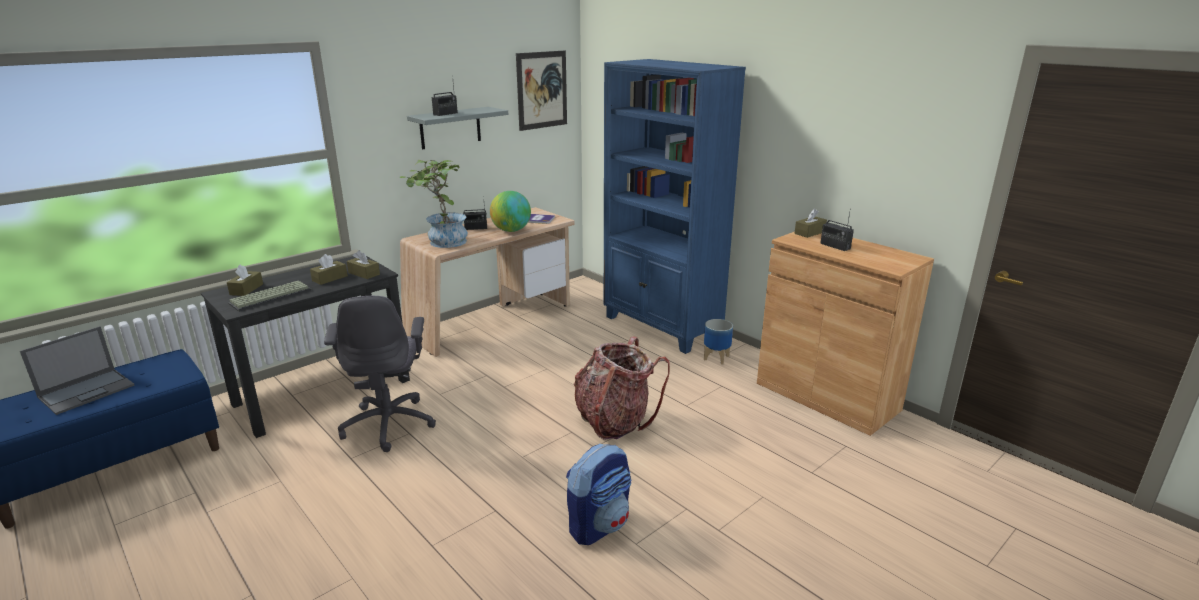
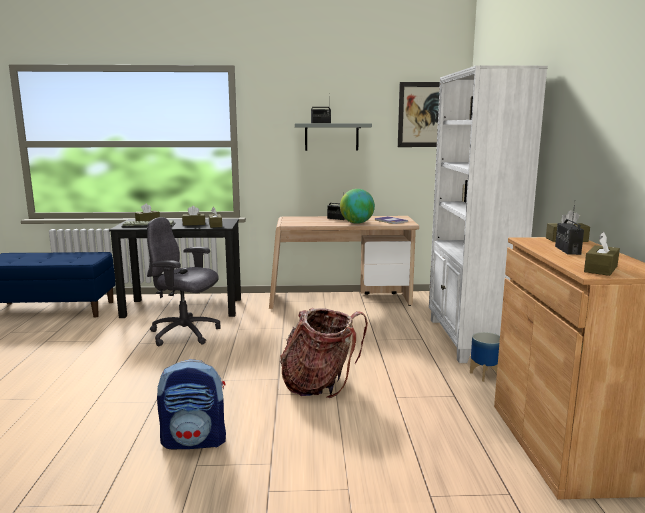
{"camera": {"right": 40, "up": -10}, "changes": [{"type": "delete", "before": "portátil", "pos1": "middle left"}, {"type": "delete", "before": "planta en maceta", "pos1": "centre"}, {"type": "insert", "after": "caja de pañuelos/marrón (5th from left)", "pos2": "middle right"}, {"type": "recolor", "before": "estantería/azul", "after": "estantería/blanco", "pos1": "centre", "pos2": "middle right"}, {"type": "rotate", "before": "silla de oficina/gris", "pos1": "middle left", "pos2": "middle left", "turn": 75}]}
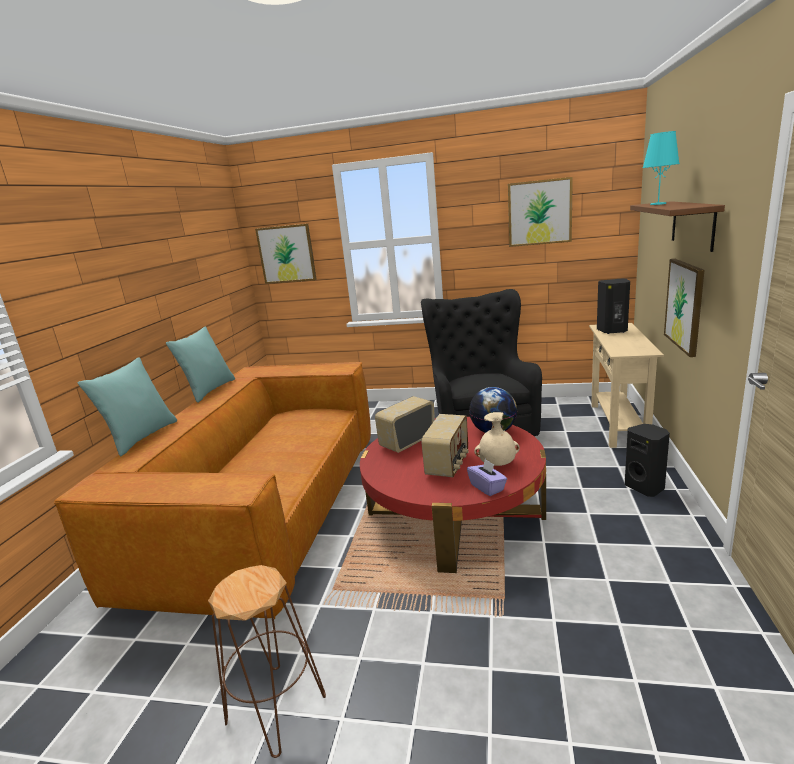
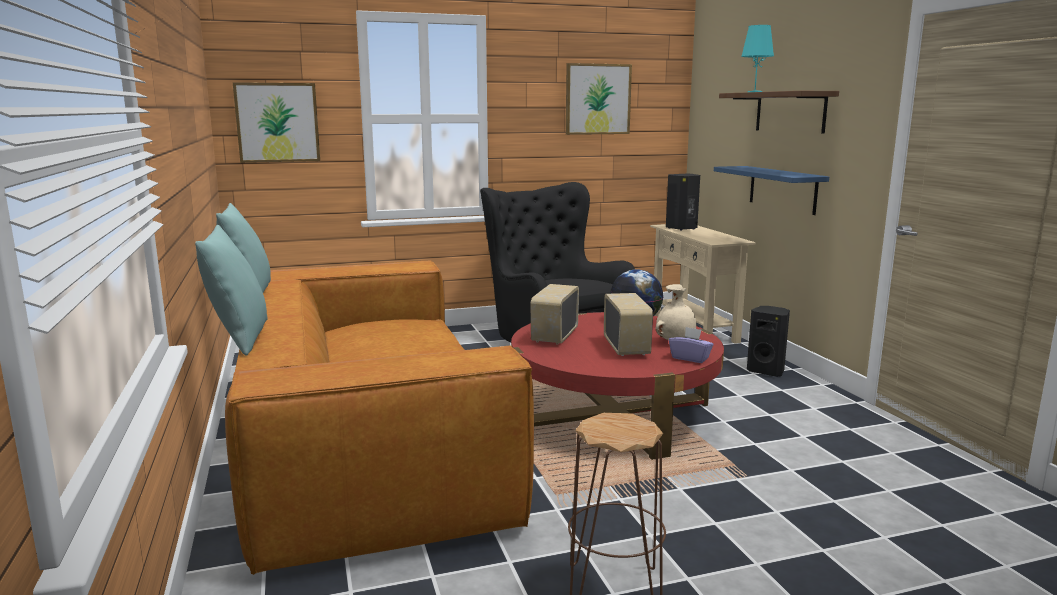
{"camera": {"right": -30, "up": -5}, "changes": [{"type": "replace", "before": "cuadro (3rd from left)", "after": "estante/azul", "pos1": "middle right", "pos2": "top right"}]}
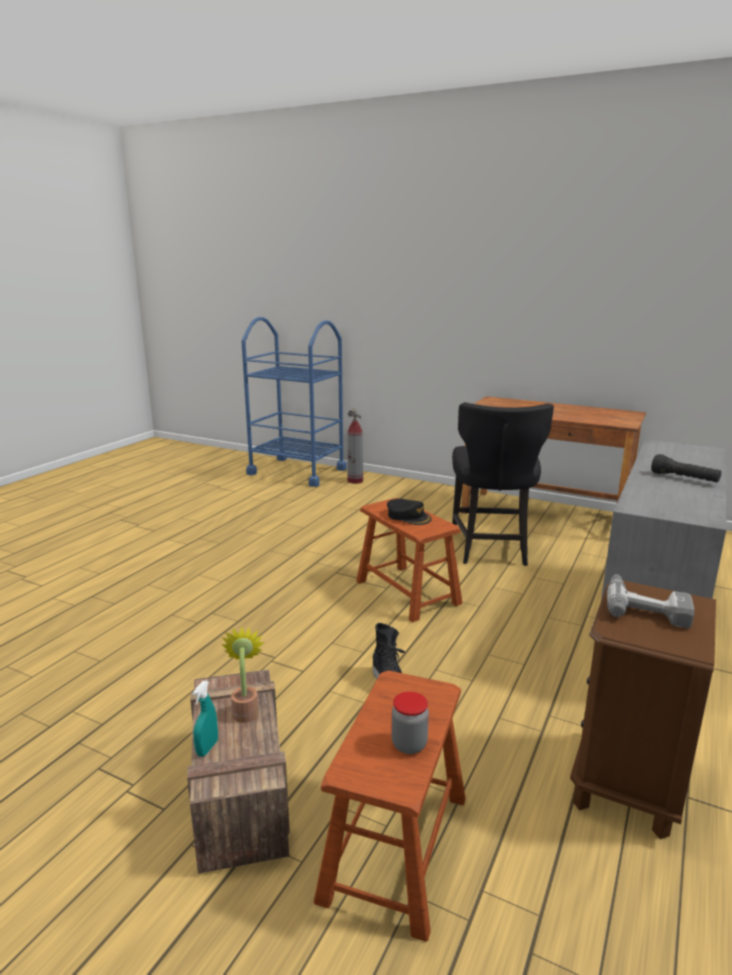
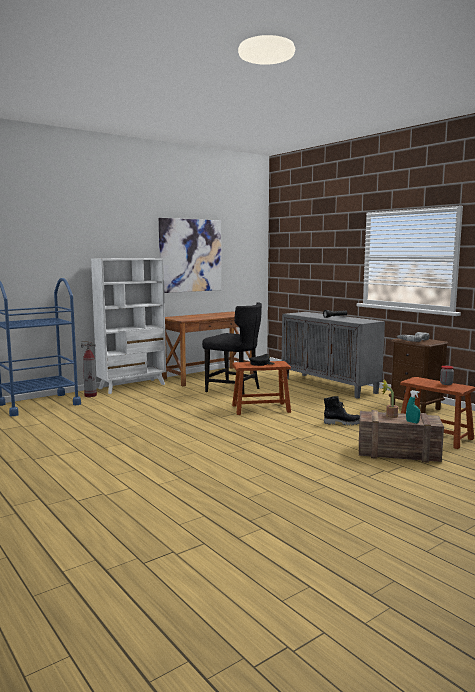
{"camera": {"right": -65, "up": -10}, "changes": [{"type": "insert", "after": "estantería/blanco", "pos2": "middle left"}, {"type": "insert", "after": "cuadro", "pos2": "centre"}]}
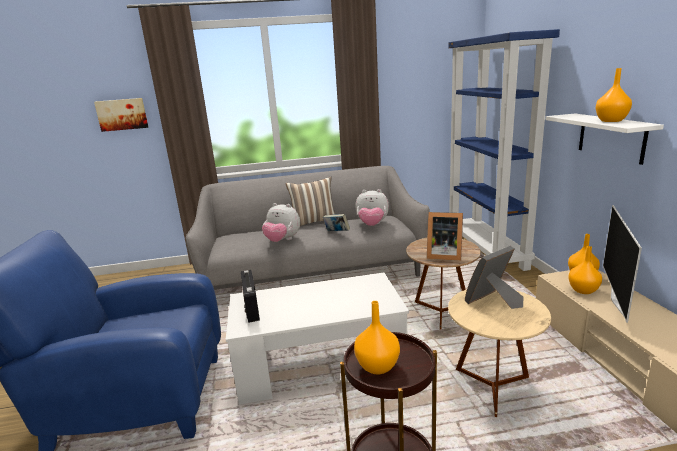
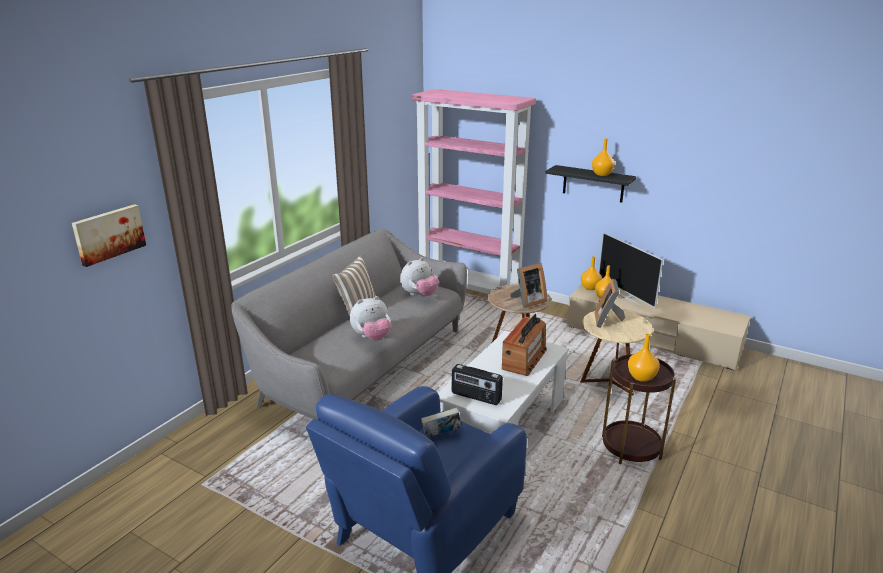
{"camera": {"right": -50, "up": 5}, "changes": [{"type": "insert", "after": "radio (2nd from left)", "pos2": "centre"}, {"type": "move", "before": "libro", "pos1": "centre", "pos2": "bottom centre"}, {"type": "recolor", "before": "estantería/azul", "after": "estantería/rosa", "pos1": "top right", "pos2": "centre"}, {"type": "recolor", "before": "estante/blanco", "after": "estante/negro", "pos1": "top right", "pos2": "top right"}]}
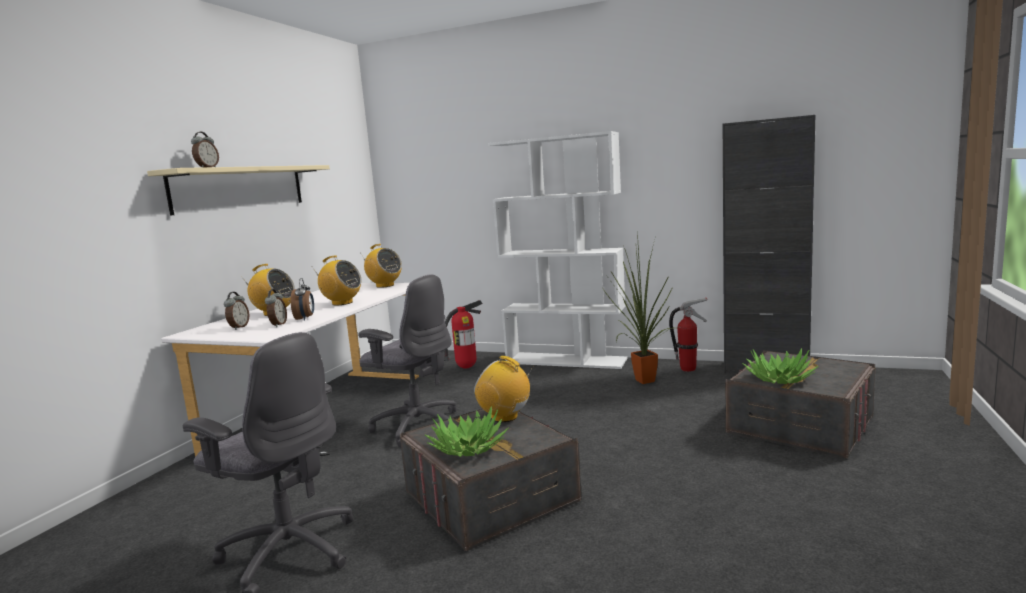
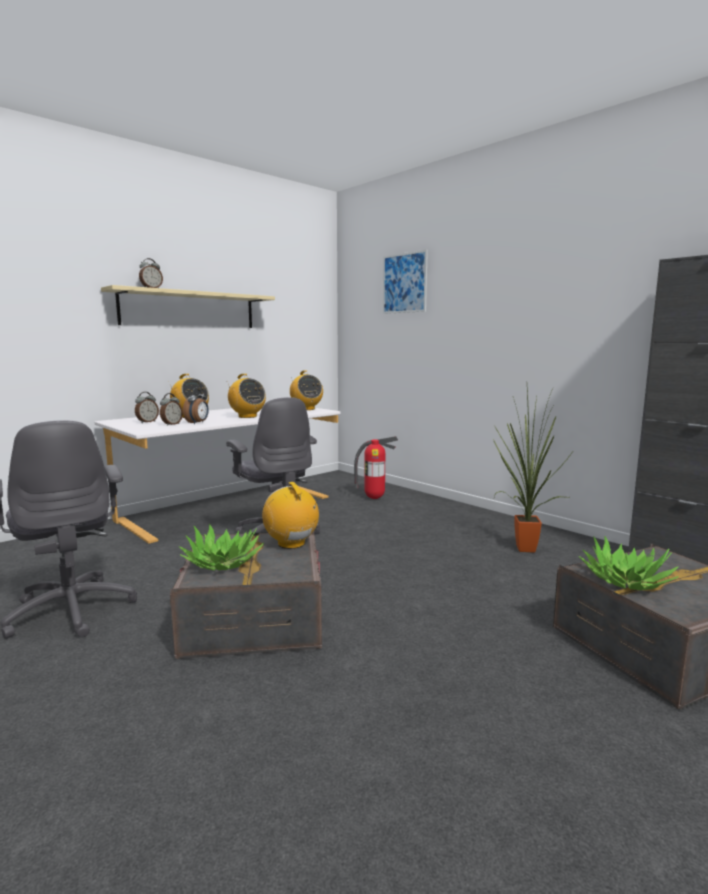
{"camera": {"right": 25, "up": 0}, "changes": [{"type": "delete", "before": "estantería/blanco", "pos1": "centre"}, {"type": "delete", "before": "extintor (2nd from left)", "pos1": "middle right"}, {"type": "insert", "after": "cuadro", "pos2": "top centre"}]}
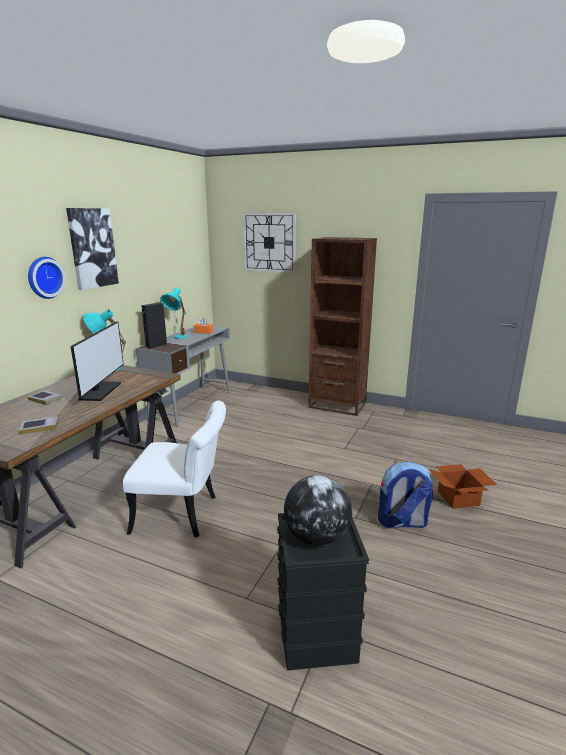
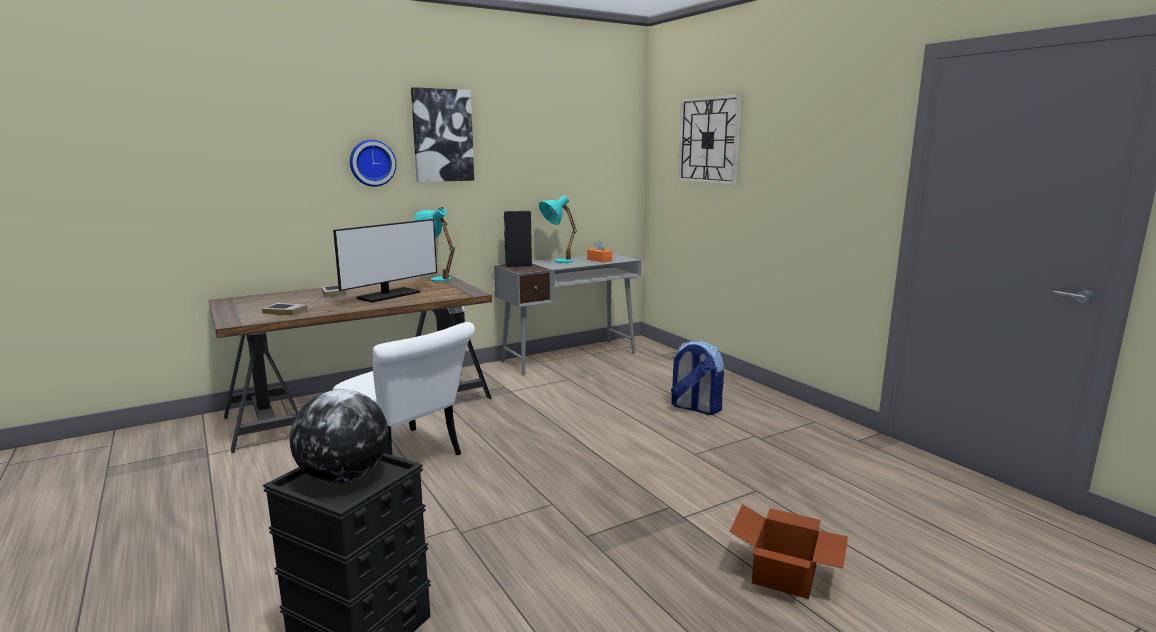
{"camera": {"right": 35, "up": -5}, "changes": [{"type": "delete", "before": "estantería/marrón", "pos1": "centre"}, {"type": "move", "before": "mochila", "pos1": "middle right", "pos2": "centre"}]}
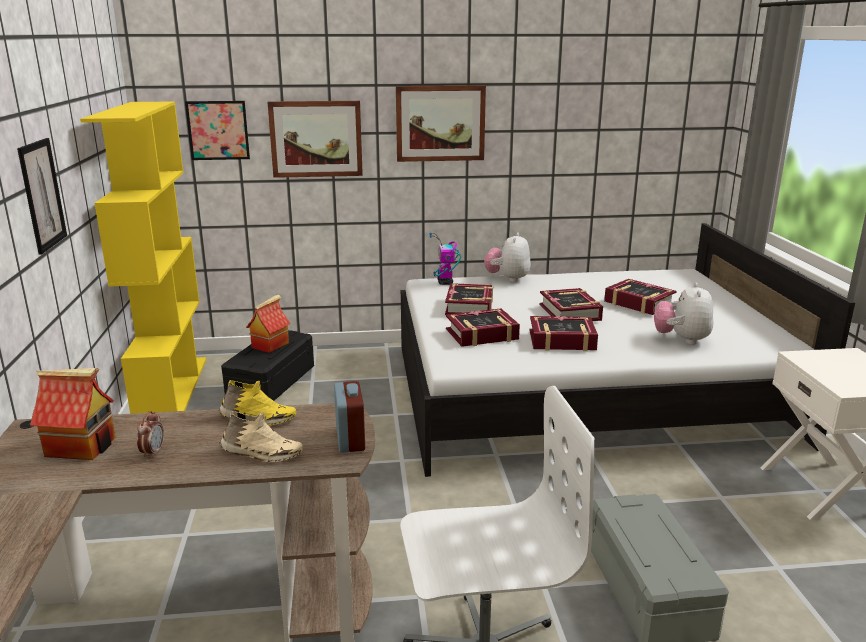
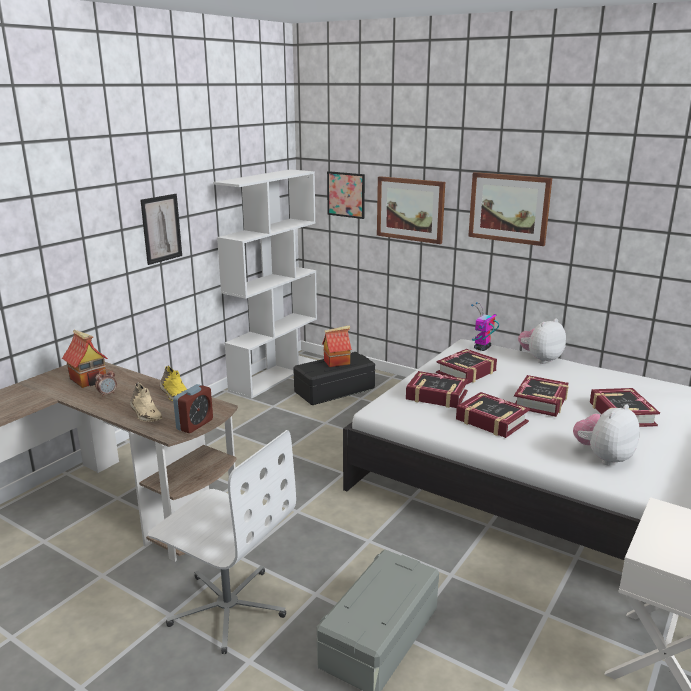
{"camera": {"right": 40, "up": 0}, "changes": [{"type": "recolor", "before": "estantería/amarillo", "after": "estantería/blanco", "pos1": "middle left", "pos2": "centre"}]}
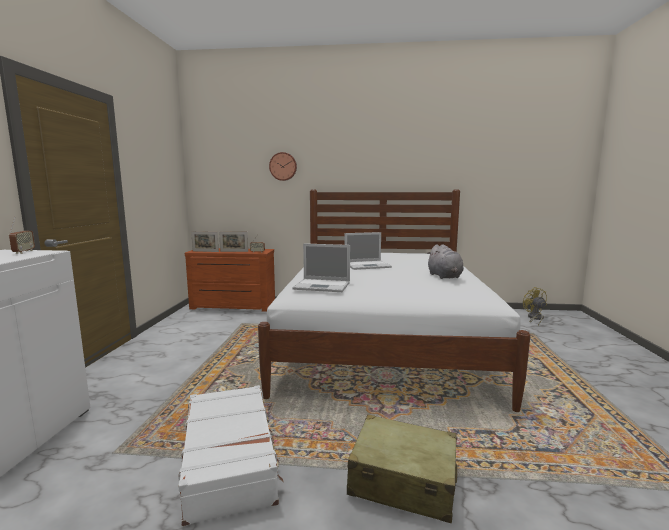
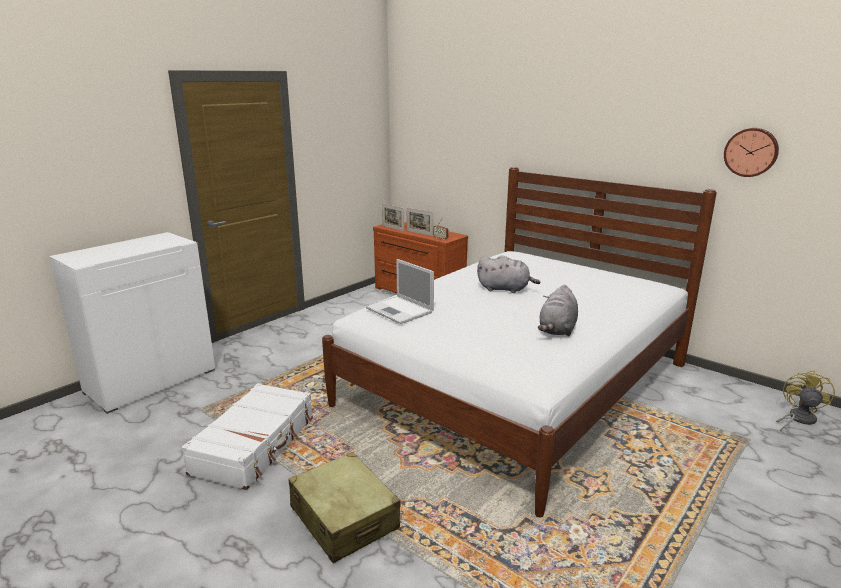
{"camera": {"right": 35, "up": 10}, "changes": [{"type": "delete", "before": "radio (1st from left)", "pos1": "middle left"}, {"type": "move", "before": "reloj de pared", "pos1": "top centre", "pos2": "top right"}, {"type": "replace", "before": "portátil (2nd from left)", "after": "peluche/gris (1st from left)", "pos1": "centre", "pos2": "centre"}]}
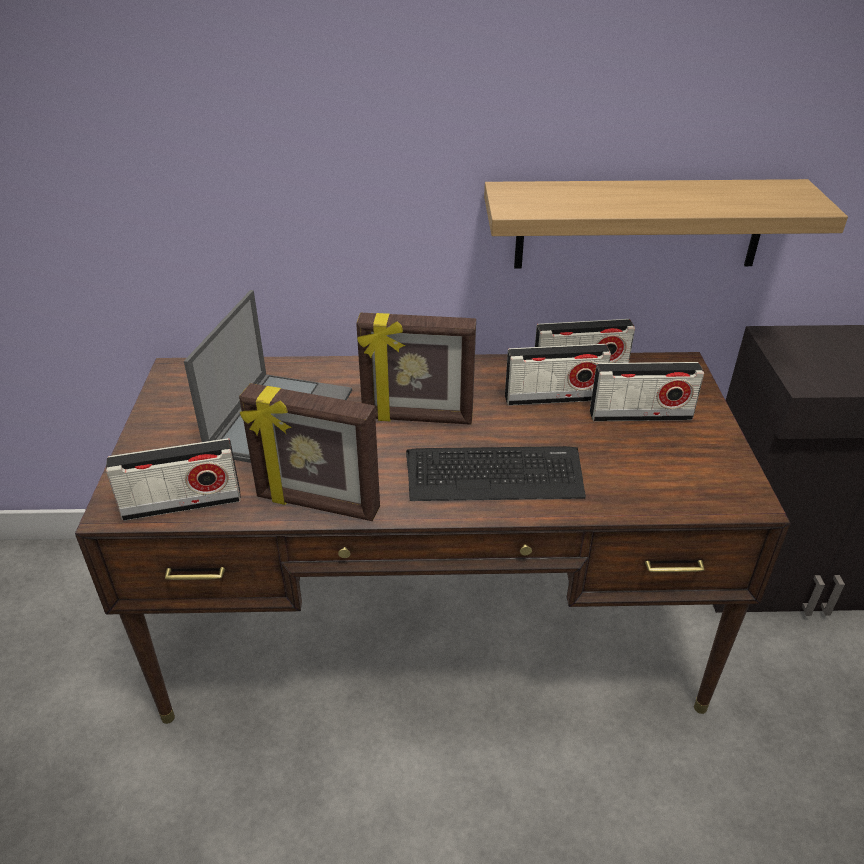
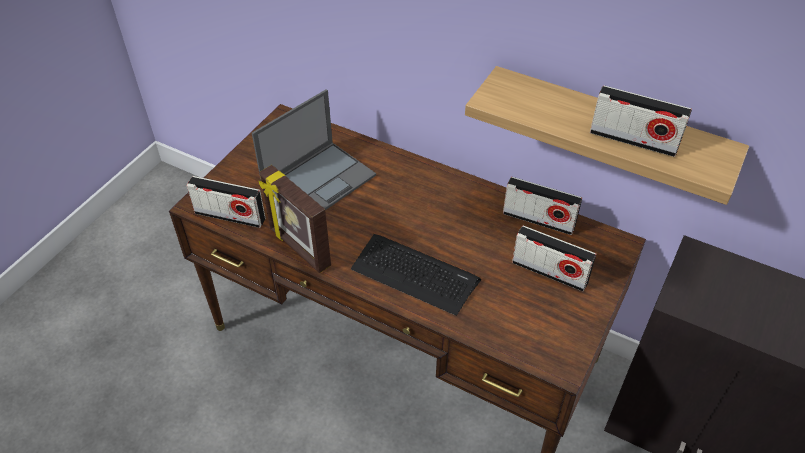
{"camera": {"right": 30, "up": 10}, "changes": [{"type": "delete", "before": "portarretratos (2nd from left)", "pos1": "centre"}, {"type": "move", "before": "radio (2nd from left in the first image)", "after": "radio (4th from left)", "pos1": "centre", "pos2": "top right"}]}
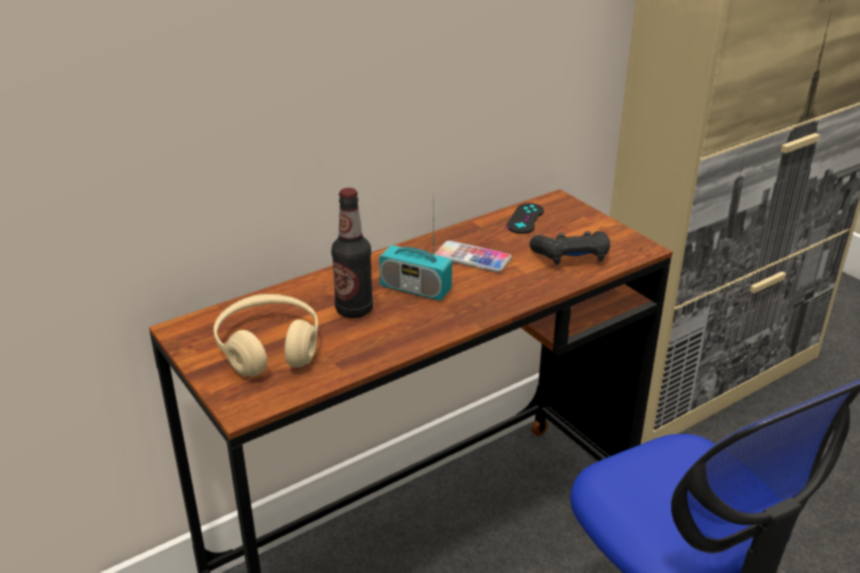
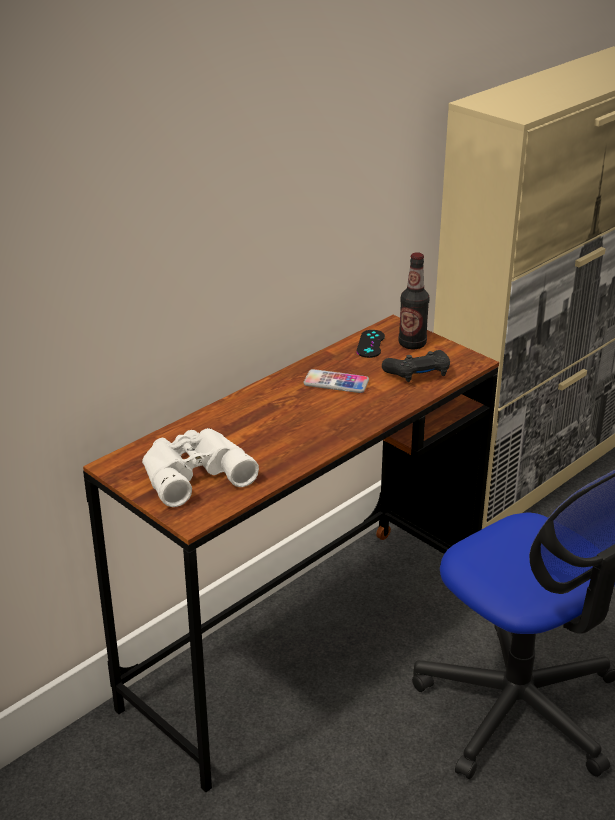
{"camera": {"right": -10, "up": 0}, "changes": [{"type": "delete", "before": "radio", "pos1": "centre"}, {"type": "move", "before": "botella", "pos1": "centre", "pos2": "middle right"}, {"type": "replace", "before": "auriculares/beis", "after": "prismáticos/blanco", "pos1": "middle left", "pos2": "middle left"}]}
